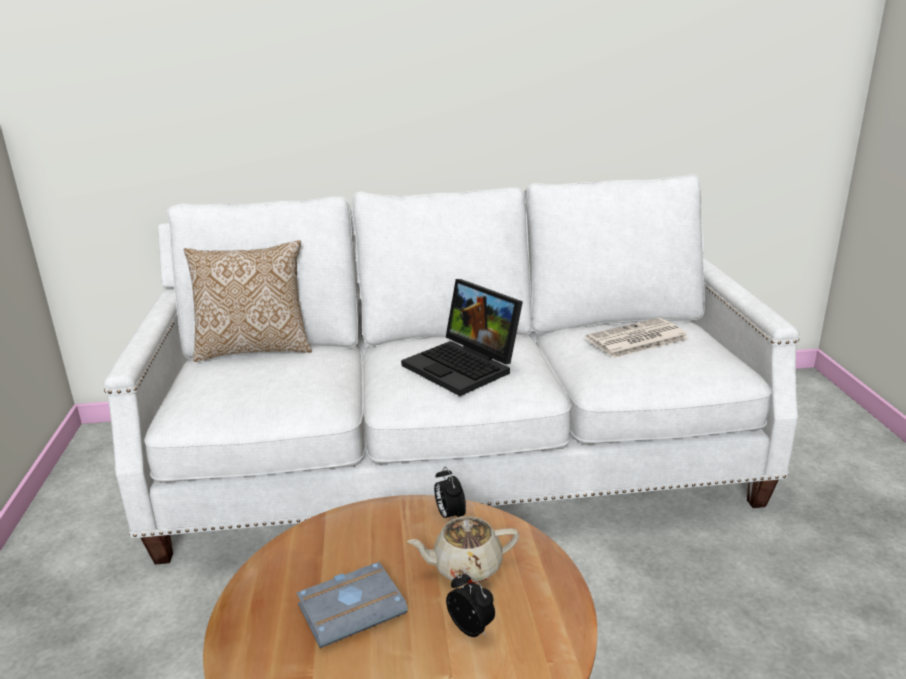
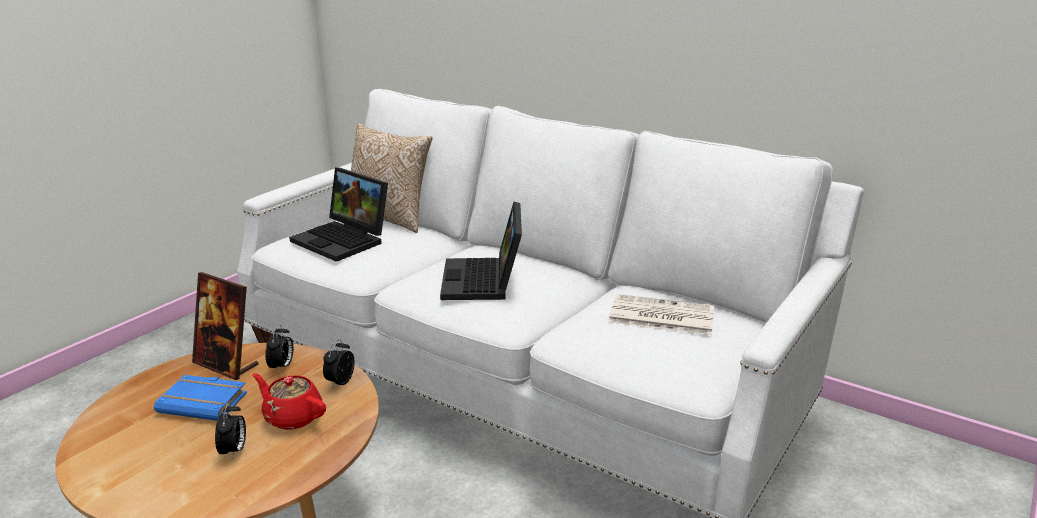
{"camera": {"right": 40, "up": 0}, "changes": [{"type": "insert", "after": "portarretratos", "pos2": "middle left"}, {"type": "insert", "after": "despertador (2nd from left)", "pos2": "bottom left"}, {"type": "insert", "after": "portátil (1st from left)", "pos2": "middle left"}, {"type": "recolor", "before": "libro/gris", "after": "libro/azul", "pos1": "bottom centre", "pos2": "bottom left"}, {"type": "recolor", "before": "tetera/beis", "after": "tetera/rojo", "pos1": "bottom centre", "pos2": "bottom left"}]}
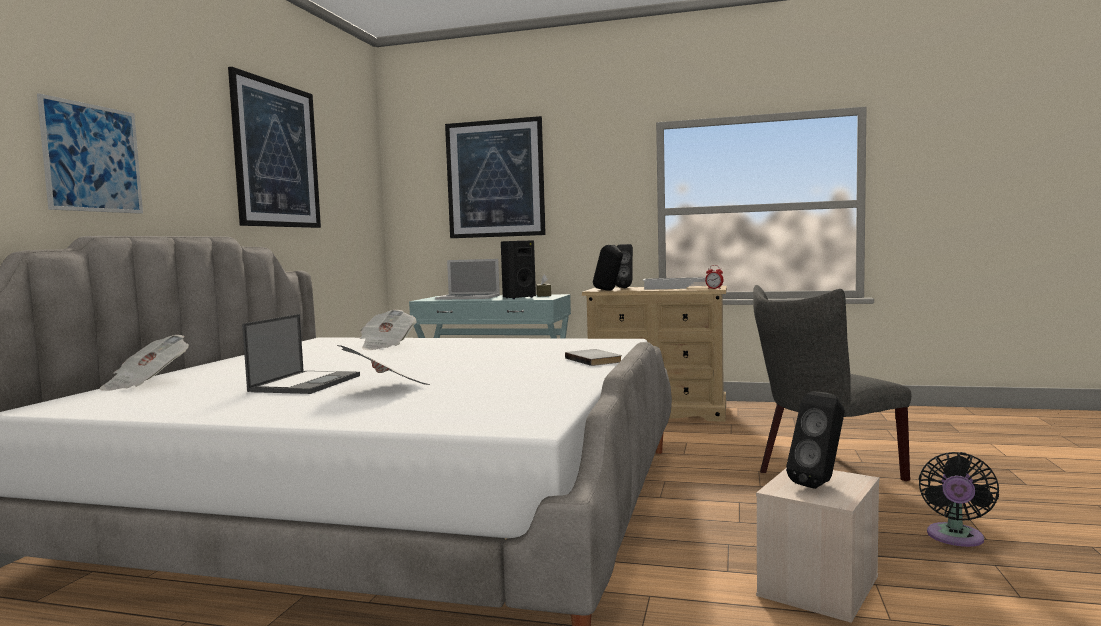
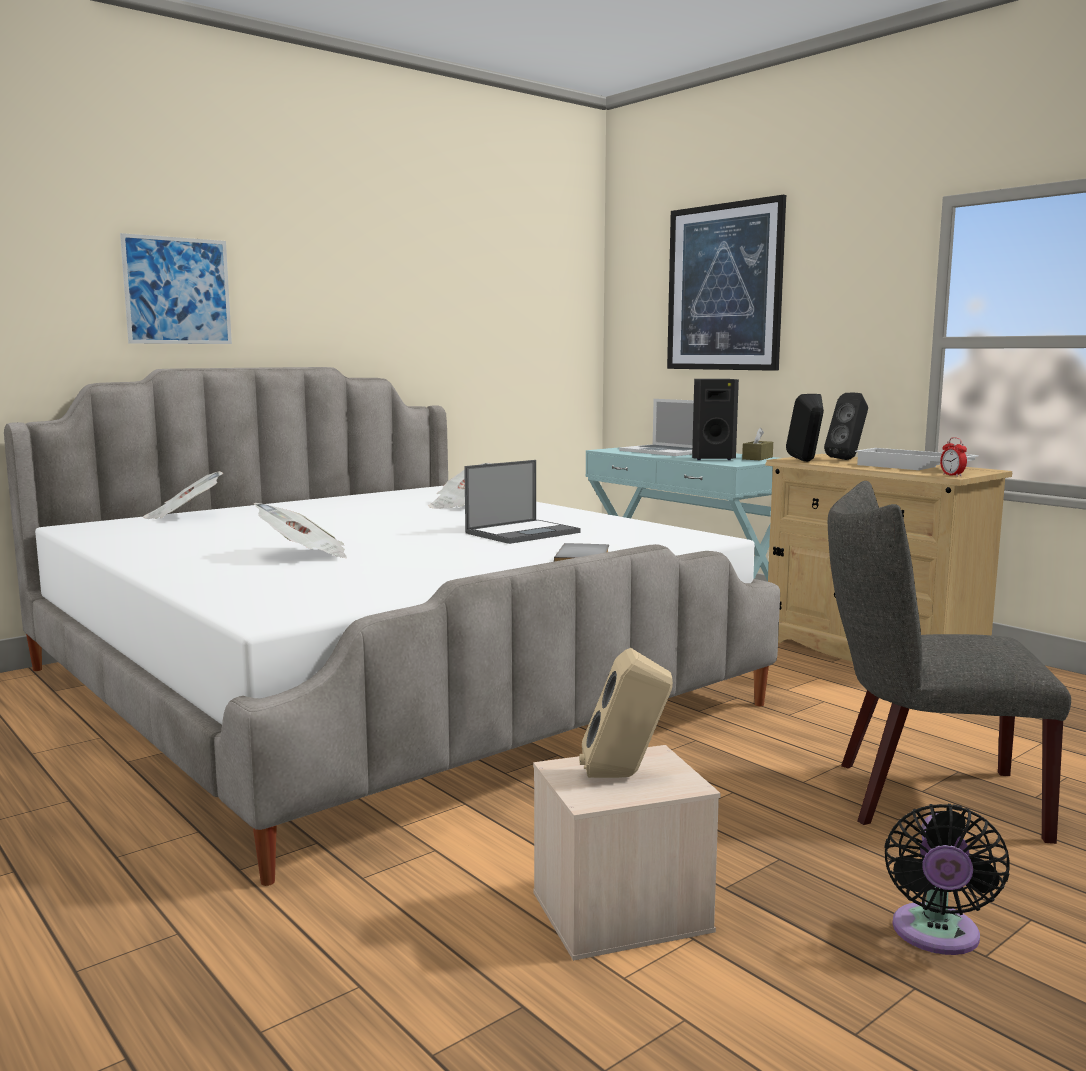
{"camera": {"right": 35, "up": 5}, "changes": [{"type": "delete", "before": "cuadro (2nd from left)", "pos1": "top left"}, {"type": "move", "before": "portátil (1st from left)", "pos1": "middle left", "pos2": "centre"}, {"type": "recolor", "before": "altavoz/negro (4th from left)", "after": "altavoz/beis", "pos1": "bottom right", "pos2": "centre"}, {"type": "rotate", "before": "ventilador/negro", "pos1": "bottom right", "pos2": "bottom right", "turn": -45}]}
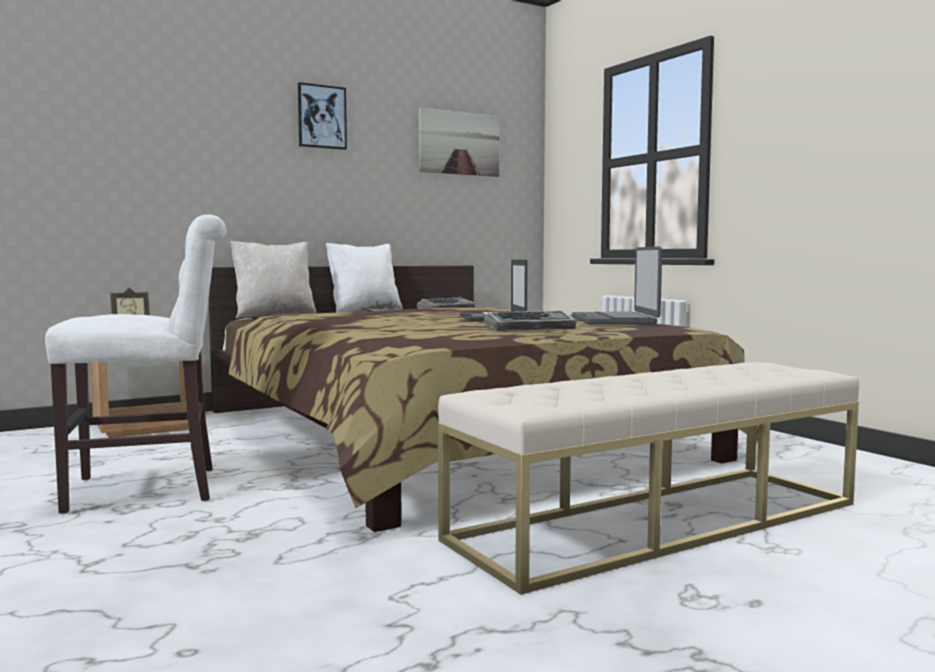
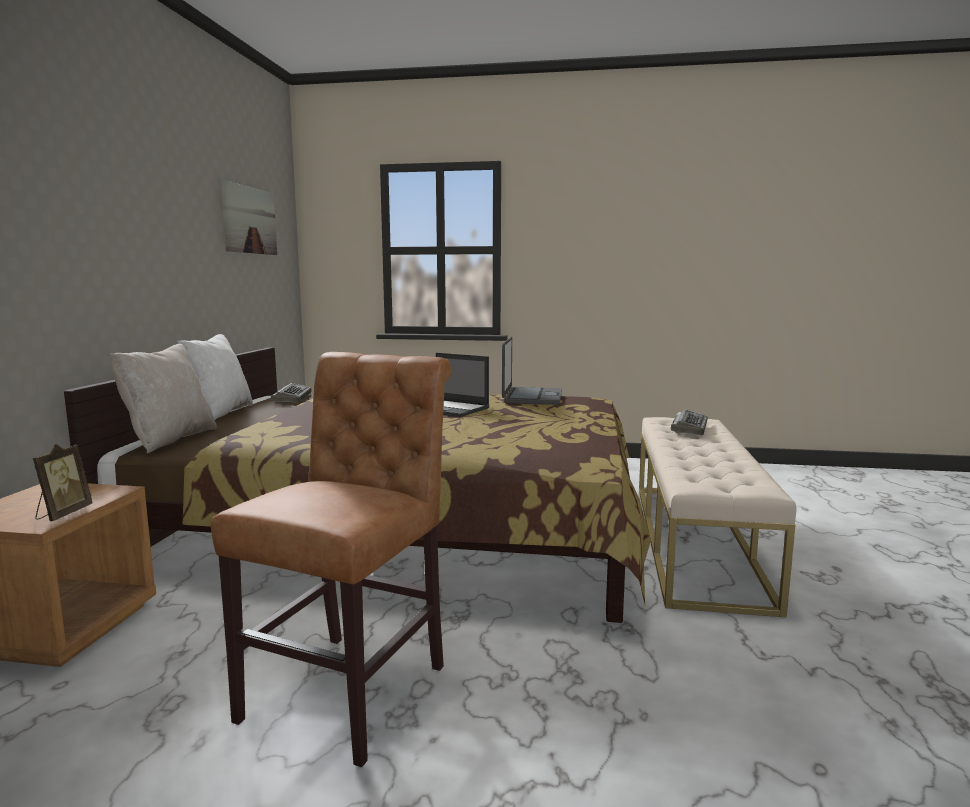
{"camera": {"right": -50, "up": 5}, "changes": [{"type": "delete", "before": "cuadro (1st from left)", "pos1": "top centre"}, {"type": "move", "before": "teclado (2nd from left)", "pos1": "centre", "pos2": "middle right"}, {"type": "recolor", "before": "silla/blanco", "after": "silla/marrón", "pos1": "middle left", "pos2": "bottom centre"}, {"type": "rotate", "before": "portátil (2nd from left)", "pos1": "centre", "pos2": "centre", "turn": -120}]}
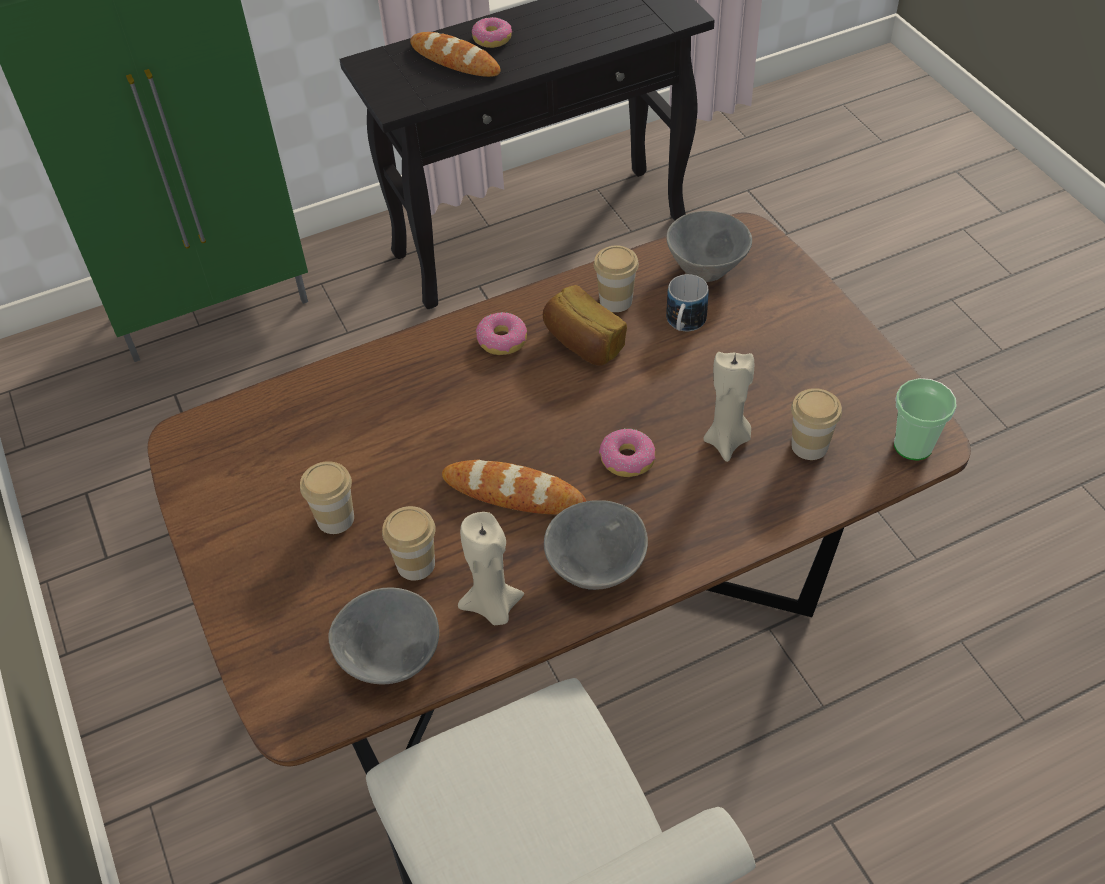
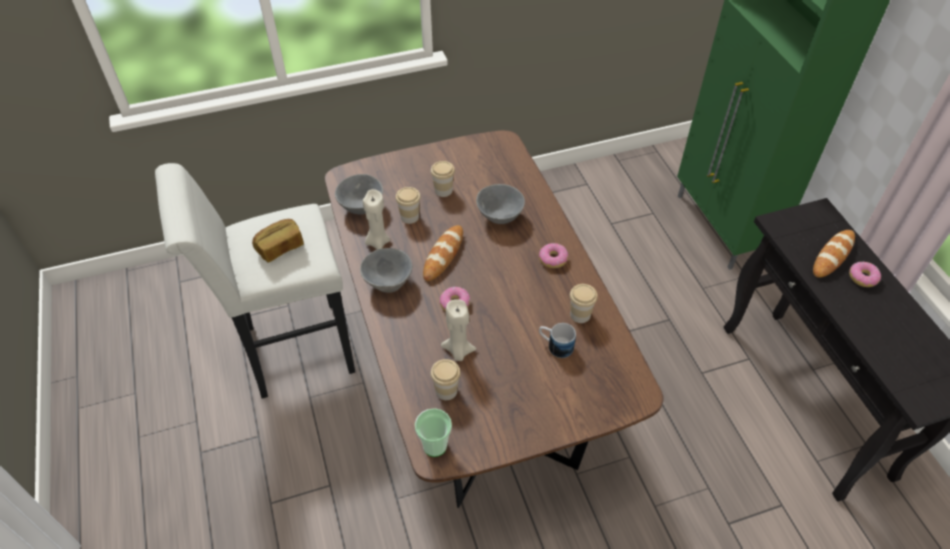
{"camera": {"right": 95, "up": 0}, "changes": [{"type": "move", "before": "pan (3rd from left in the first image)", "after": "pan (1st from left)", "pos1": "centre", "pos2": "middle left"}, {"type": "move", "before": "cuenco/gris (3rd from left)", "pos1": "top centre", "pos2": "centre"}]}
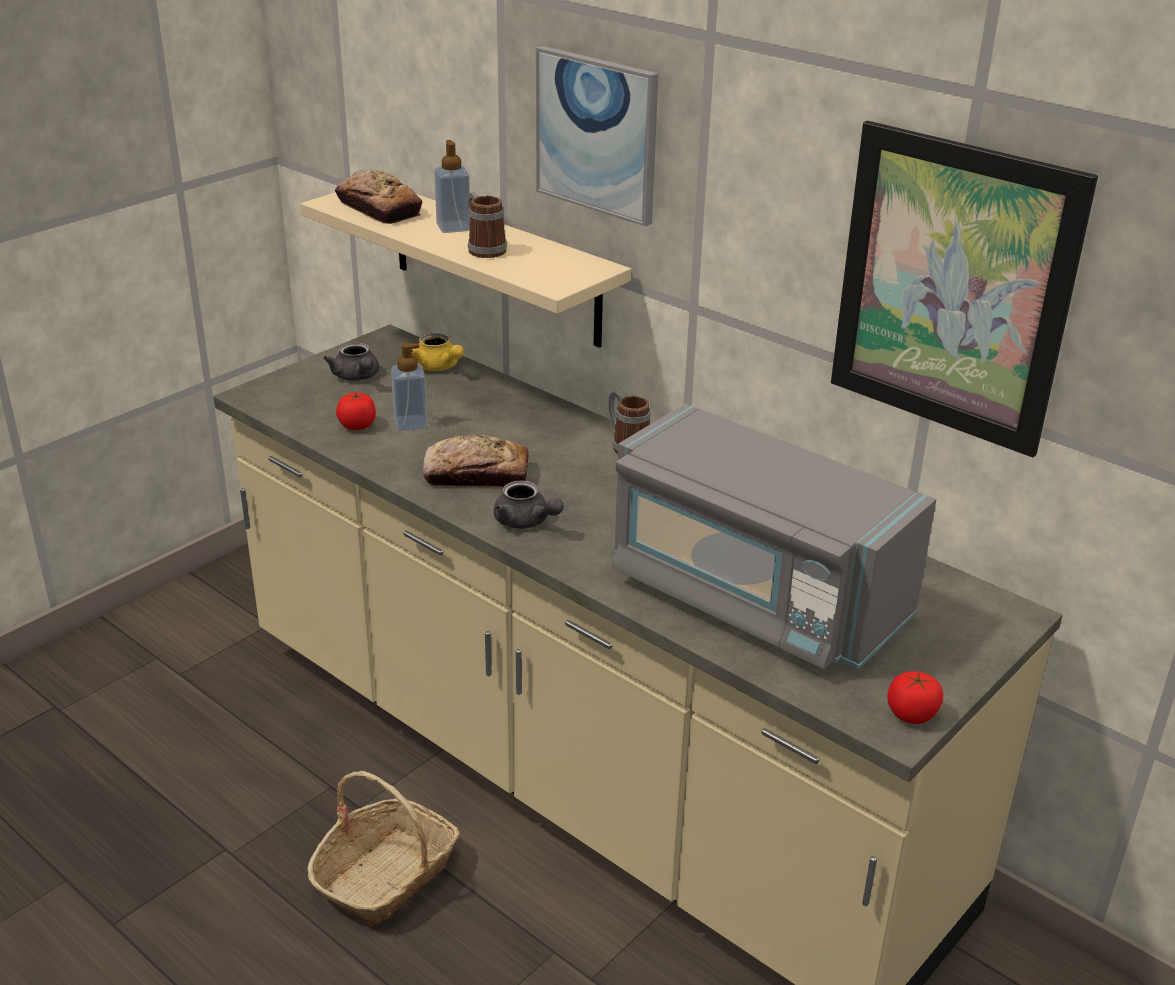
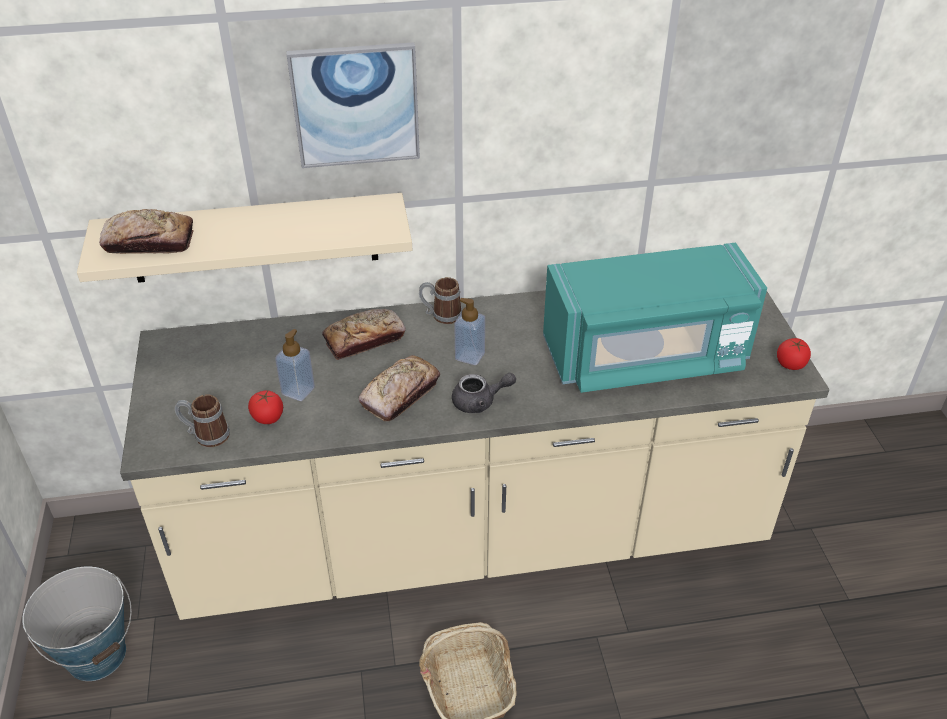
{"camera": {"right": -50, "up": 10}, "changes": [{"type": "delete", "before": "tetera/gris (1st from left)", "pos1": "middle left"}, {"type": "delete", "before": "tetera/amarillo", "pos1": "centre"}, {"type": "delete", "before": "cuadro (2nd from left)", "pos1": "top right"}, {"type": "insert", "after": "cubo", "pos2": "bottom left"}, {"type": "insert", "after": "pan (2nd from left)", "pos2": "centre"}, {"type": "move", "before": "dispensador de jabón (2nd from left)", "pos1": "top centre", "pos2": "centre"}, {"type": "move", "before": "taza grande (1st from left)", "pos1": "top centre", "pos2": "middle left"}, {"type": "recolor", "before": "microondas/gris", "after": "microondas/turquesa", "pos1": "centre", "pos2": "middle right"}]}
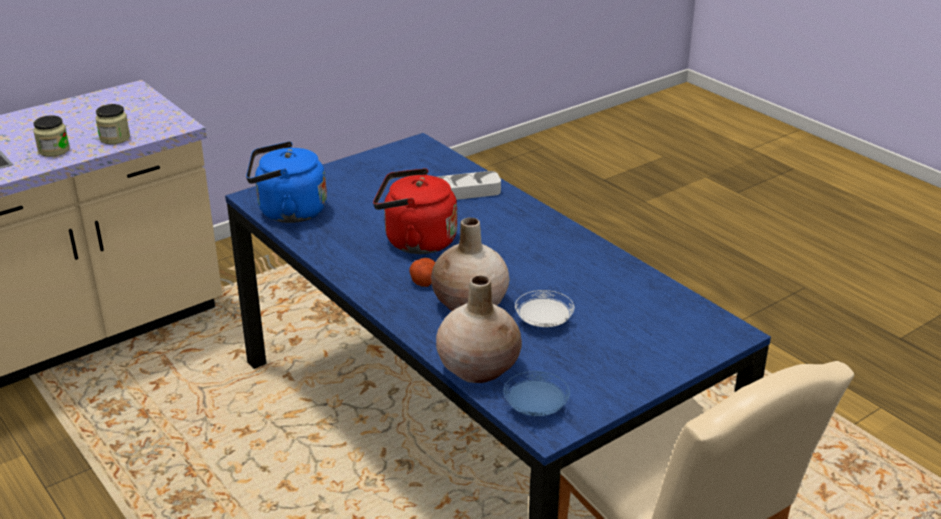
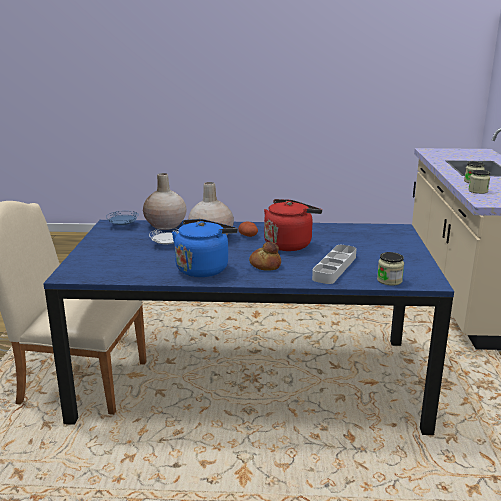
{"camera": {"right": 130, "up": -10}, "changes": [{"type": "insert", "after": "pan", "pos2": "centre"}, {"type": "insert", "after": "tarro (1st from left)", "pos2": "middle right"}, {"type": "move", "before": "hervidor/azul", "pos1": "middle left", "pos2": "centre"}]}
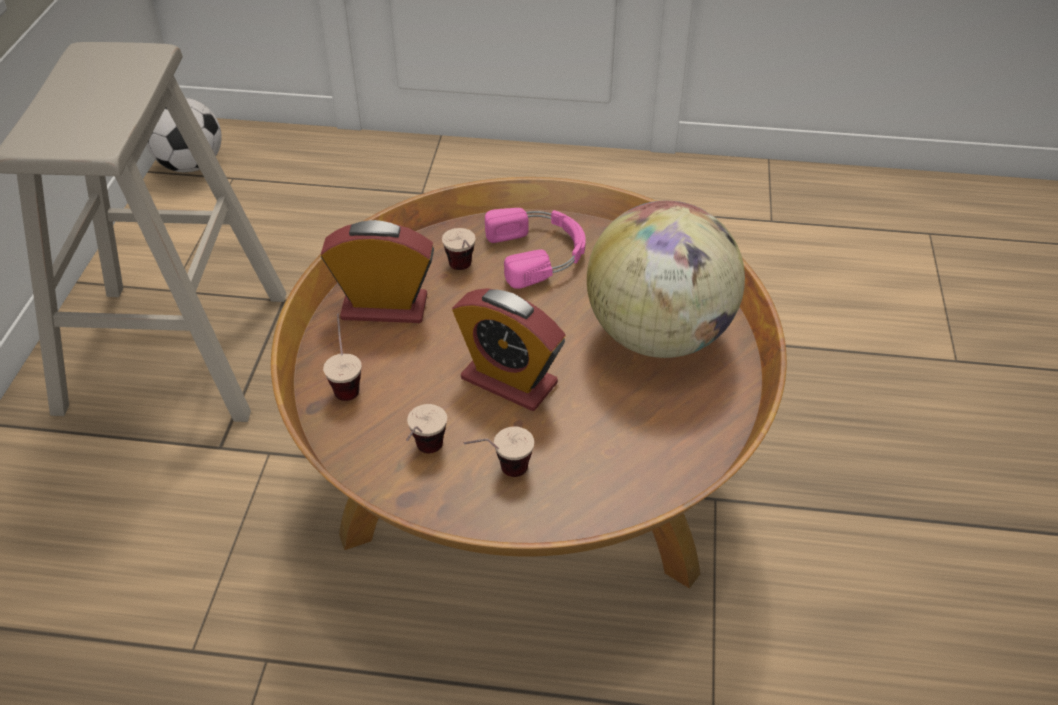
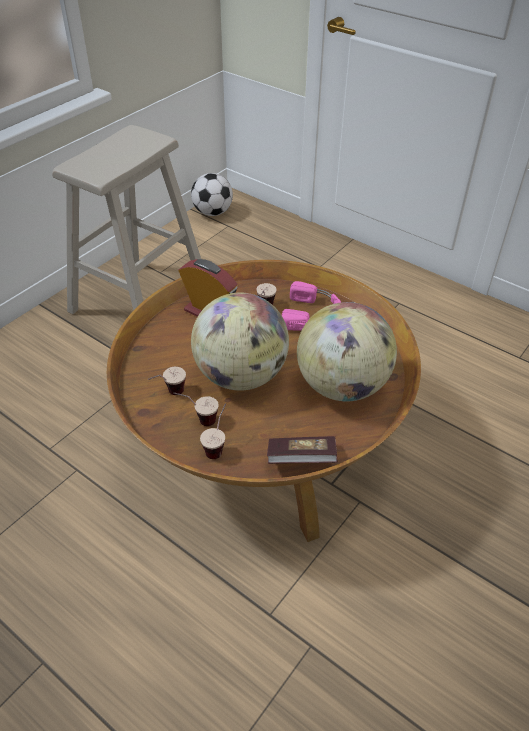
{"camera": {"right": 30, "up": 0}, "changes": [{"type": "insert", "after": "libro", "pos2": "centre"}, {"type": "move", "before": "taza (1st from left in the first image)", "after": "taza (3rd from left)", "pos1": "middle left", "pos2": "centre"}, {"type": "replace", "before": "despertador (2nd from left)", "after": "globo terráqueo (1st from left)", "pos1": "centre", "pos2": "centre"}]}
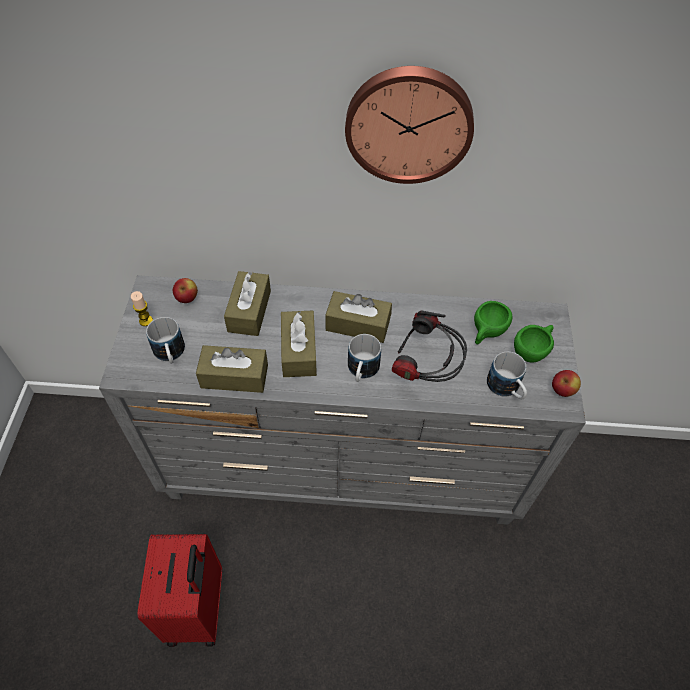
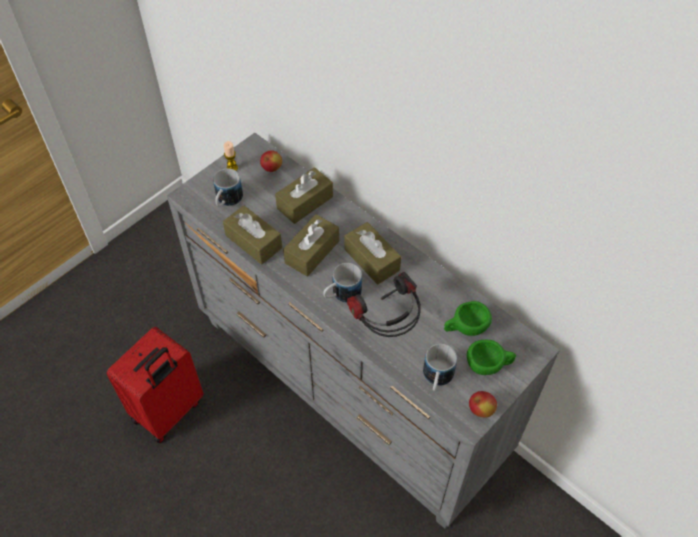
{"camera": {"right": 40, "up": 0}, "changes": [{"type": "delete", "before": "reloj de pared", "pos1": "top centre"}]}
